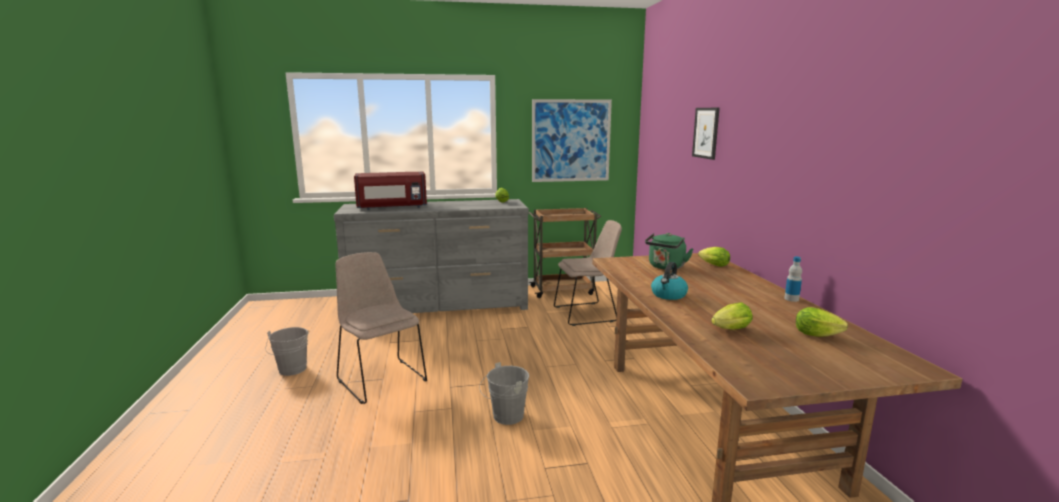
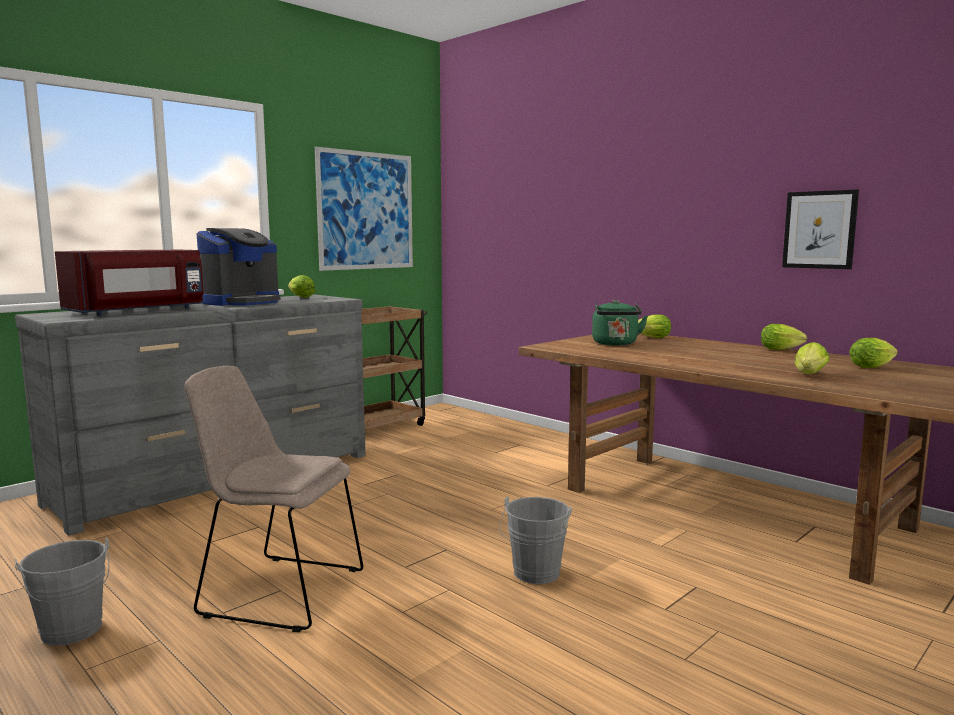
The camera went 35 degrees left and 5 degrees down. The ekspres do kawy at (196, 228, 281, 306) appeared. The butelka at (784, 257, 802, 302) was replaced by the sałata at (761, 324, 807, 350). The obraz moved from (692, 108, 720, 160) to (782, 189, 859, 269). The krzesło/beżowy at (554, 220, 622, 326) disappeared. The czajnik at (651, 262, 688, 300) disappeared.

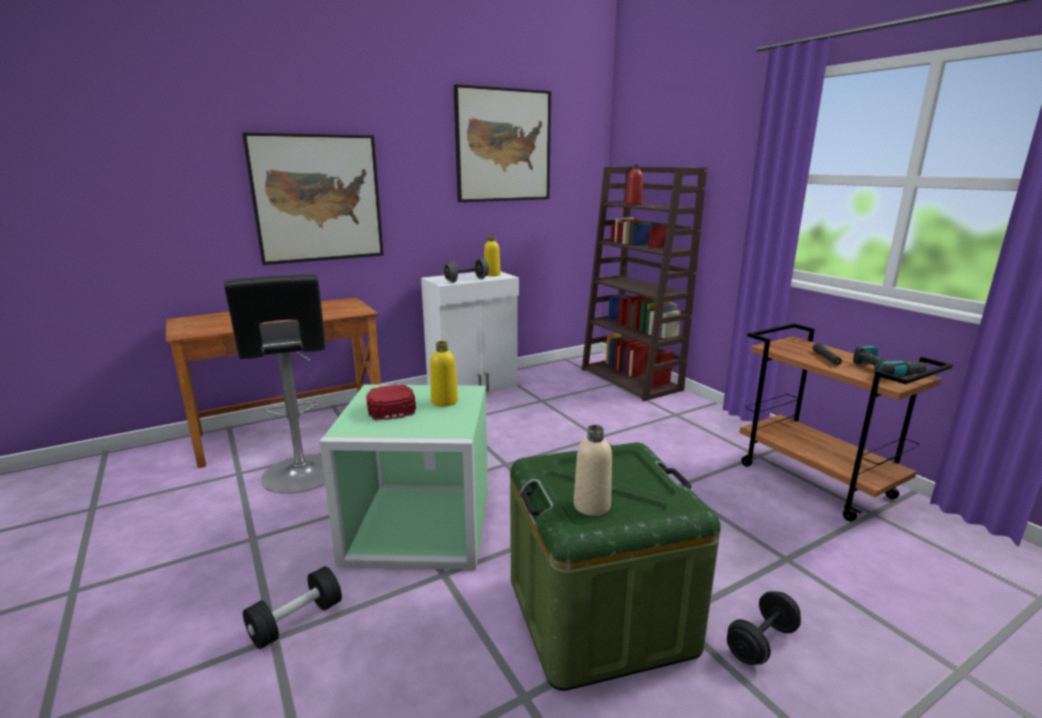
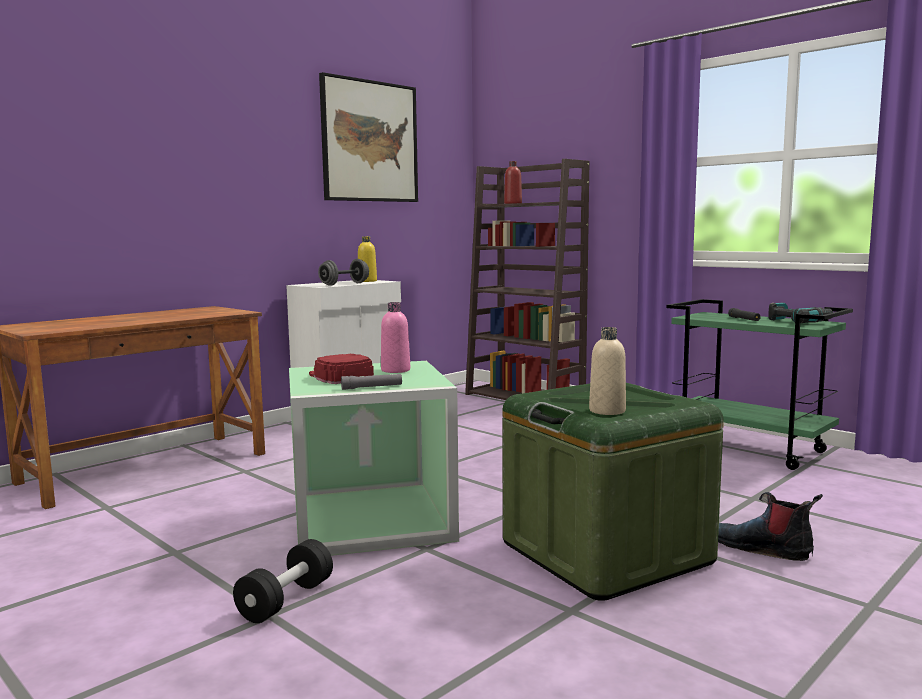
The camera went 15 degrees left and 10 degrees down. The latarka/szary at (341, 374, 402, 390) appeared. The butelka/żółty at (430, 341, 458, 407) became the butelka/różowy at (381, 302, 410, 373). The wózek/brązowy at (739, 323, 953, 522) became the wózek/zielony at (666, 299, 853, 470). The hantel/czarny at (727, 591, 801, 665) was replaced by the but z cholewką at (718, 492, 823, 561). The stołek/czarny at (224, 274, 325, 494) disappeared. The obraz at (242, 132, 384, 265) disappeared.

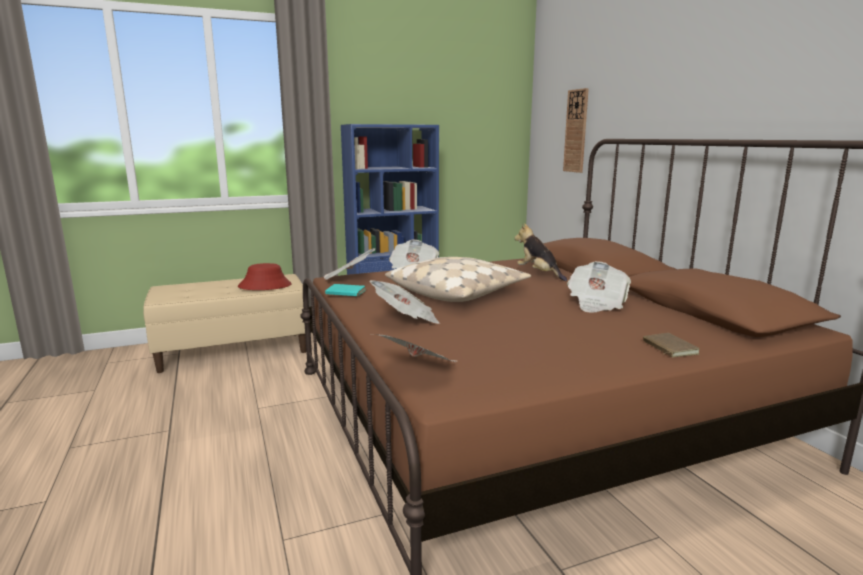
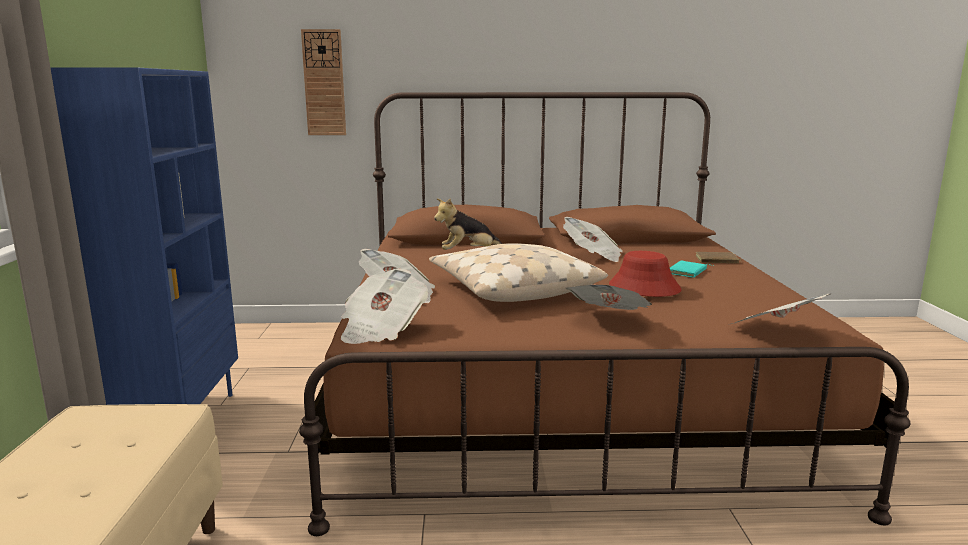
The camera went 70 degrees left and 0 degrees up. The kapelusz/czerwony moved from (238, 263, 292, 290) to (609, 251, 682, 297). The książka/turkusowy moved from (325, 284, 366, 296) to (670, 261, 715, 278).

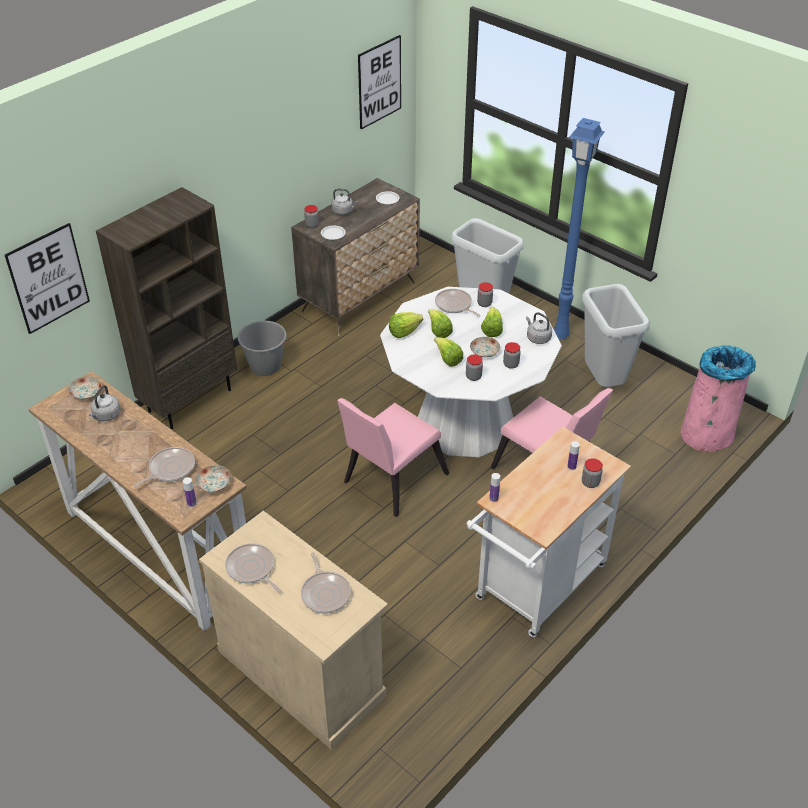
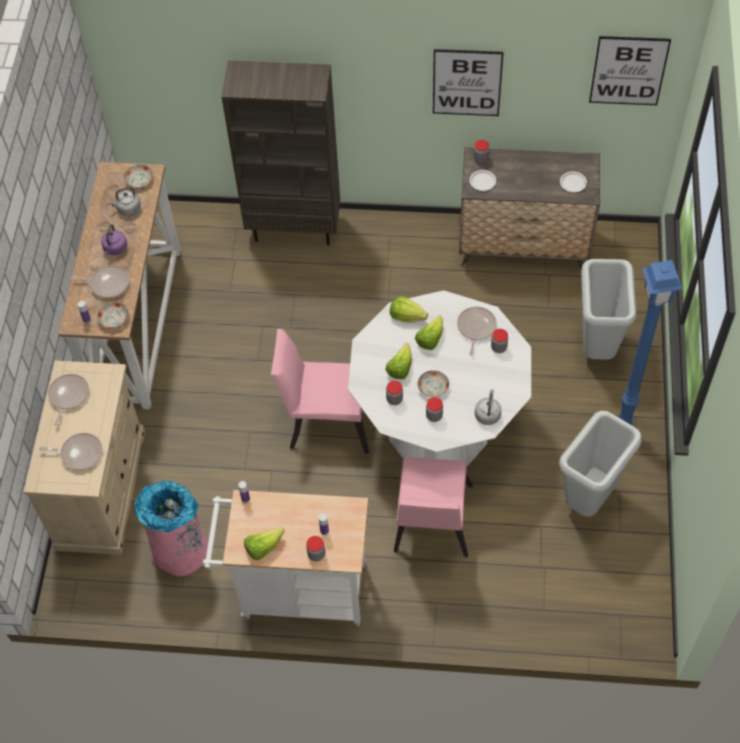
The camera went 55 degrees right and 15 degrees up. The patelnia at (301, 552, 351, 614) turned 120 degrees counterclockwise. The czajnik/fioletowy at (101, 224, 127, 255) appeared. The kosz na śmieci/różowy moved from (680, 345, 756, 452) to (134, 481, 208, 576). The sałata moved from (481, 307, 503, 337) to (244, 527, 284, 560). The obraz moved from (5, 223, 90, 334) to (433, 49, 504, 116). The wiadro/szary at (238, 321, 288, 376) disappeared. The czajnik/szary at (331, 189, 358, 215) disappeared.

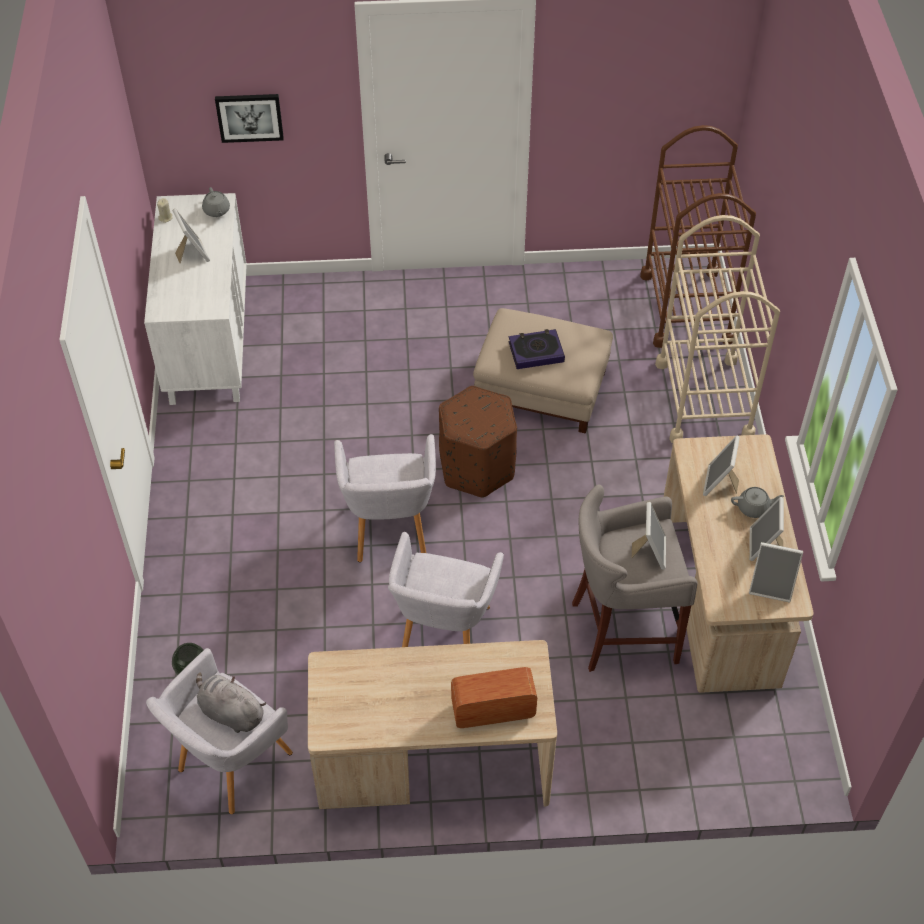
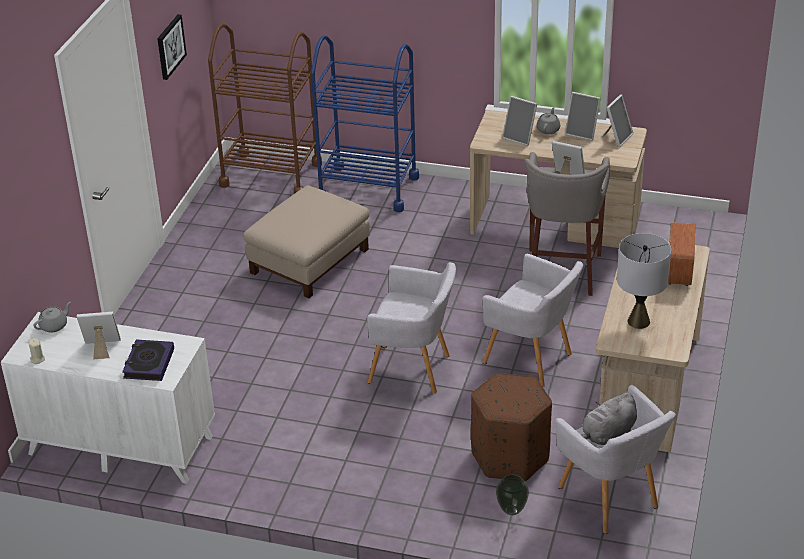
The camera went 70 degrees left and 15 degrees down. The imbryk/szary at (202, 187, 230, 217) turned 45 degrees counterclockwise. The książka moved from (508, 329, 565, 369) to (122, 340, 174, 381). The obraz moved from (215, 94, 284, 143) to (157, 14, 187, 80). The wózek/beżowy at (655, 215, 780, 443) became the wózek/niebieski at (311, 35, 419, 212). The pufa/brązowy moved from (439, 386, 517, 498) to (471, 373, 552, 481). The lampa stołowa/szary at (617, 233, 671, 329) appeared.

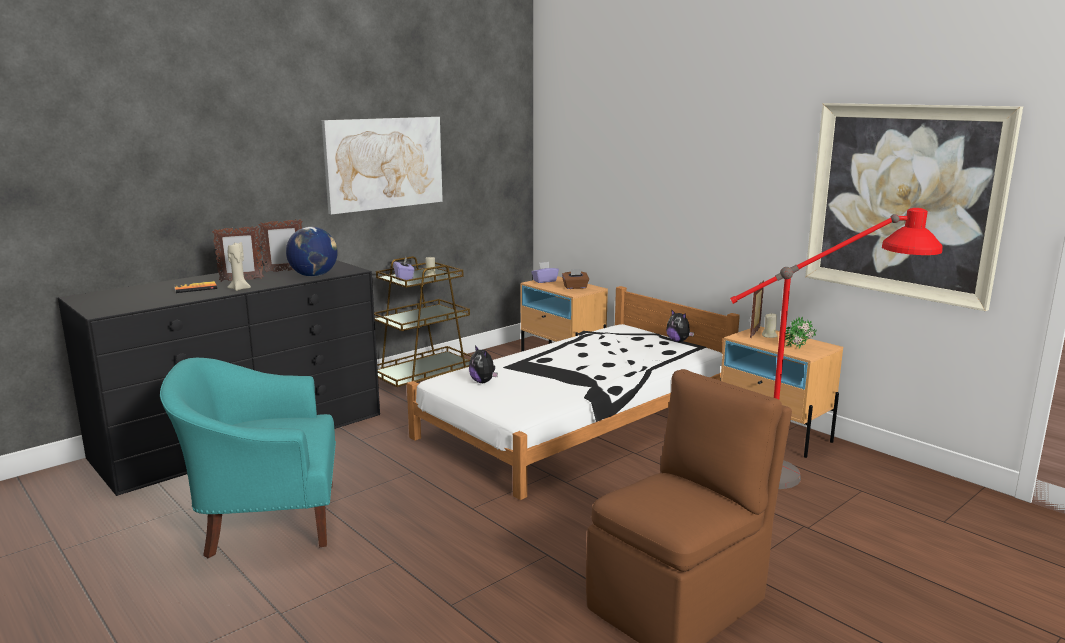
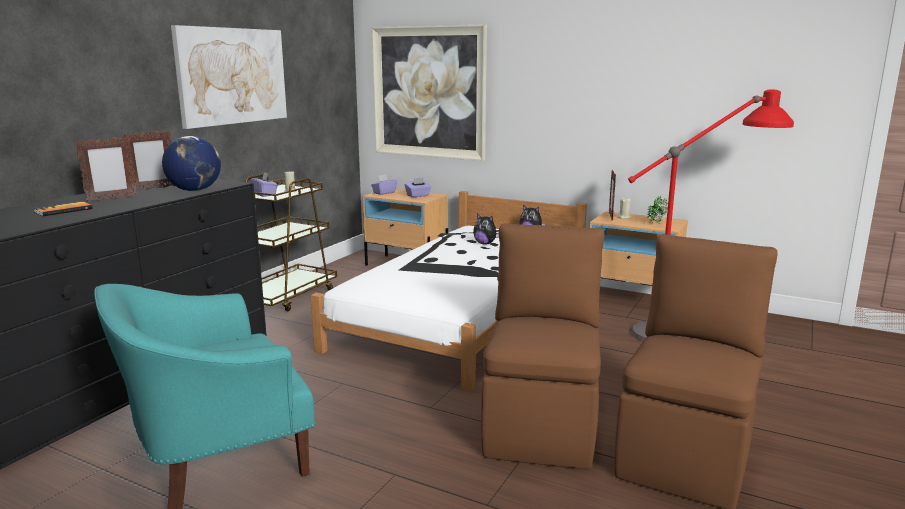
The camera went 20 degrees left and 0 degrees up. The obraz moved from (805, 103, 1023, 311) to (371, 24, 487, 161). The pudełko chusteczek/brązowy at (562, 269, 589, 289) became the pudełko chusteczek/fioletowy at (405, 178, 431, 197). The pluszak moved from (469, 345, 498, 383) to (473, 214, 499, 245). The krzesło/brązowy at (481, 223, 604, 469) appeared. The świeca/beżowy at (227, 242, 251, 291) disappeared.

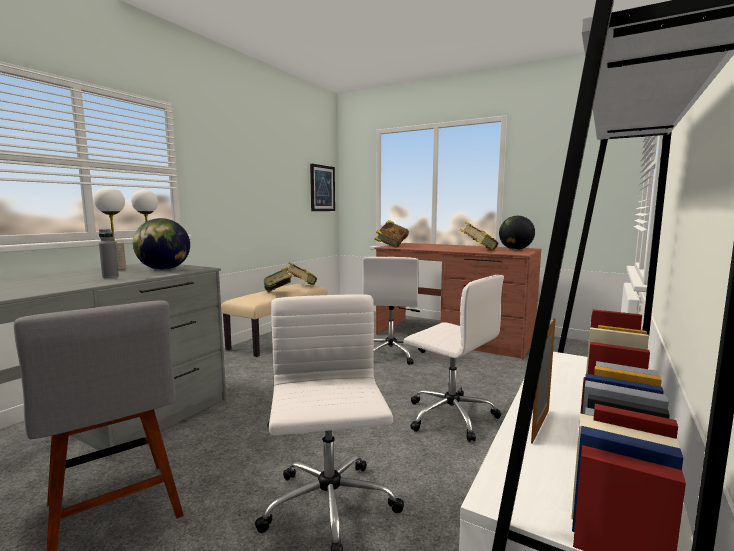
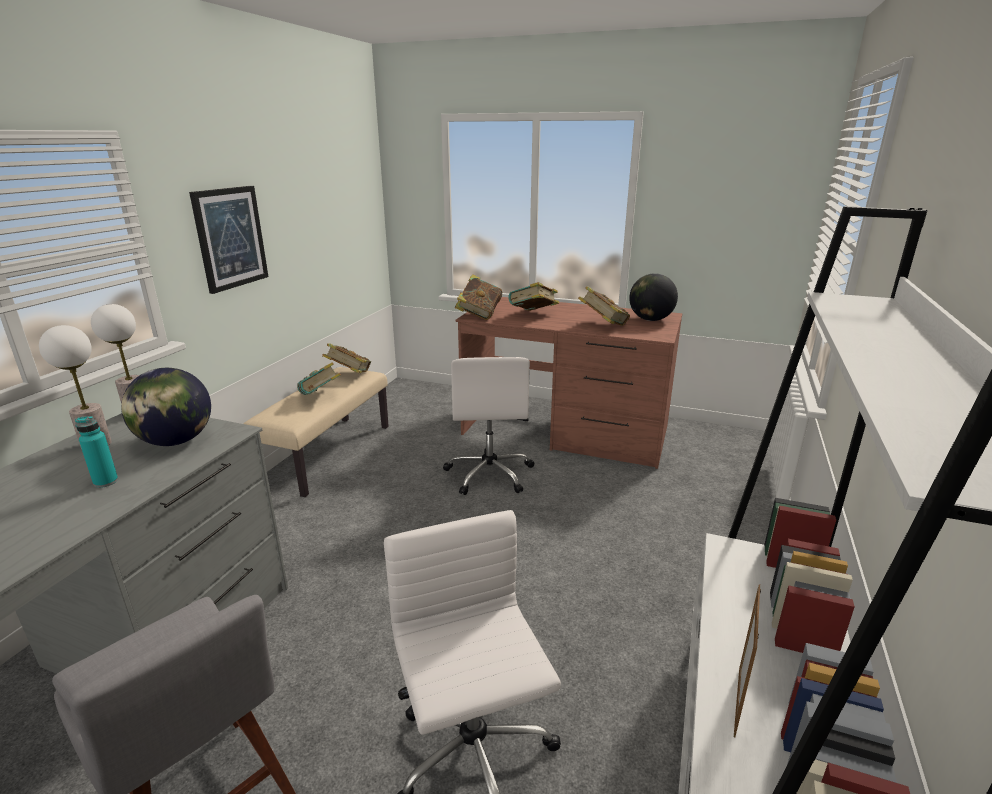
The camera went 10 degrees left and 15 degrees up. The butelka/szary at (99, 229, 119, 278) became the butelka/turkusowy at (75, 416, 118, 488). The obraz moved from (310, 164, 335, 211) to (189, 186, 268, 294). The książka at (508, 282, 559, 311) appeared. The krzesło biurowe/biały at (403, 275, 504, 442) disappeared.

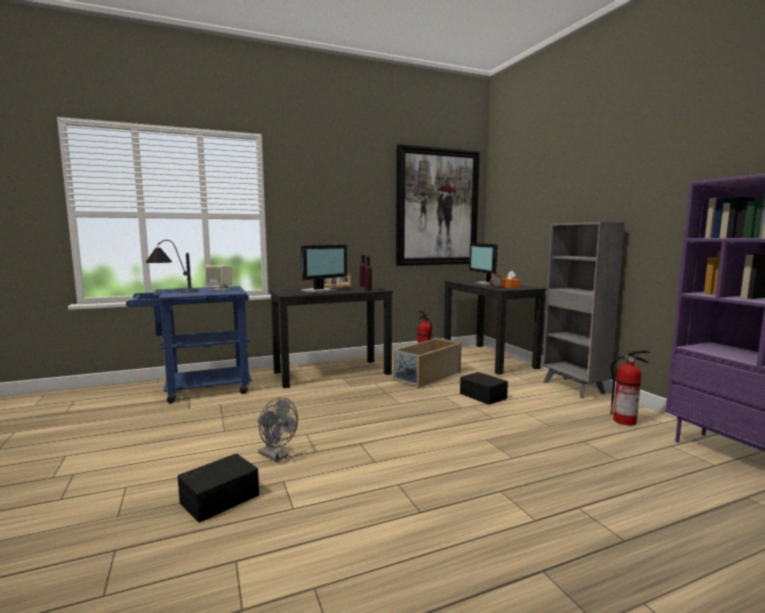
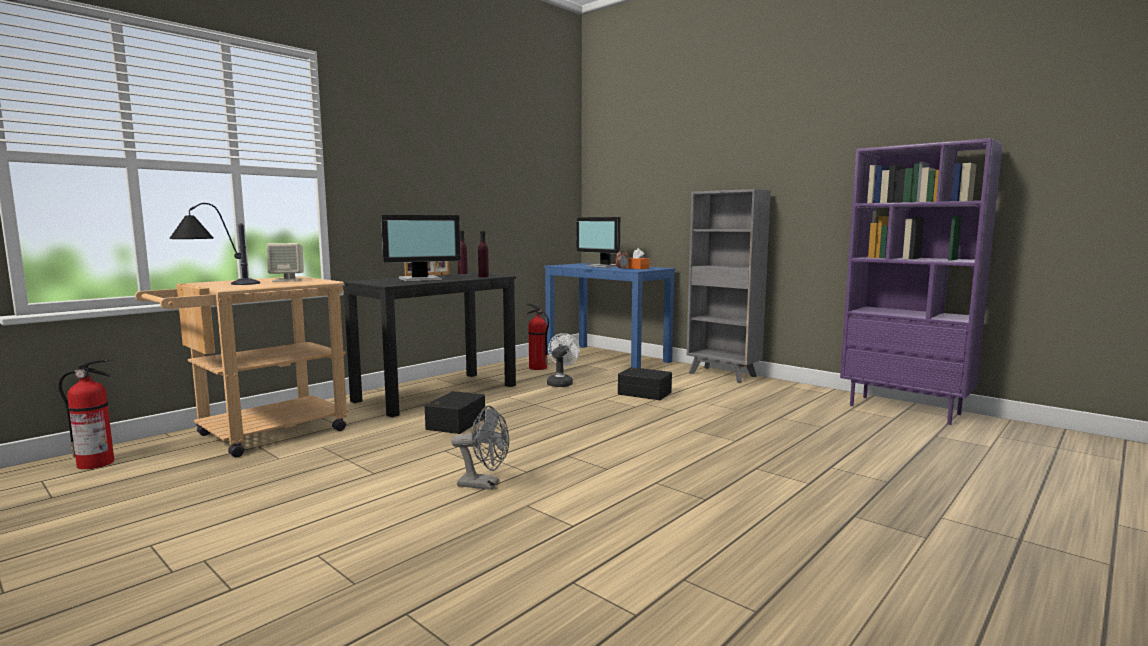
The camera went 25 degrees left and 0 degrees up. The gaśnica moved from (610, 350, 650, 425) to (58, 359, 114, 469). The wózek/niebieski at (126, 286, 252, 403) became the wózek/beżowy at (135, 276, 349, 458). The monitor at (301, 245, 347, 293) turned 45 degrees clockwise. The pojemnik do przechowywania/czarny moved from (178, 454, 259, 523) to (425, 391, 485, 434). The biurko/czarny at (444, 279, 546, 375) became the biurko/niebieski at (544, 263, 676, 368). The pojemnik do przechowywania/beżowy at (393, 337, 461, 388) was replaced by the wentylator/biały at (547, 333, 580, 387). The obraz at (396, 144, 480, 266) disappeared.

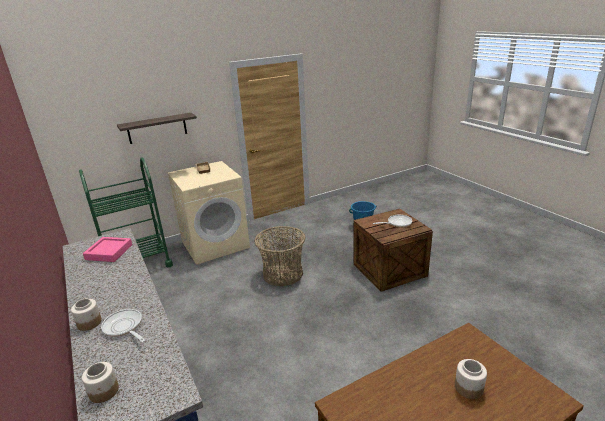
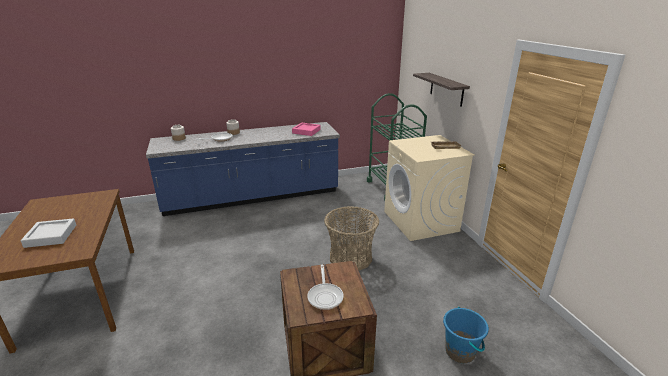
The camera went 100 degrees right and 0 degrees up. The słoik at (455, 359, 487, 399) was replaced by the taca/szary at (21, 218, 76, 248).

